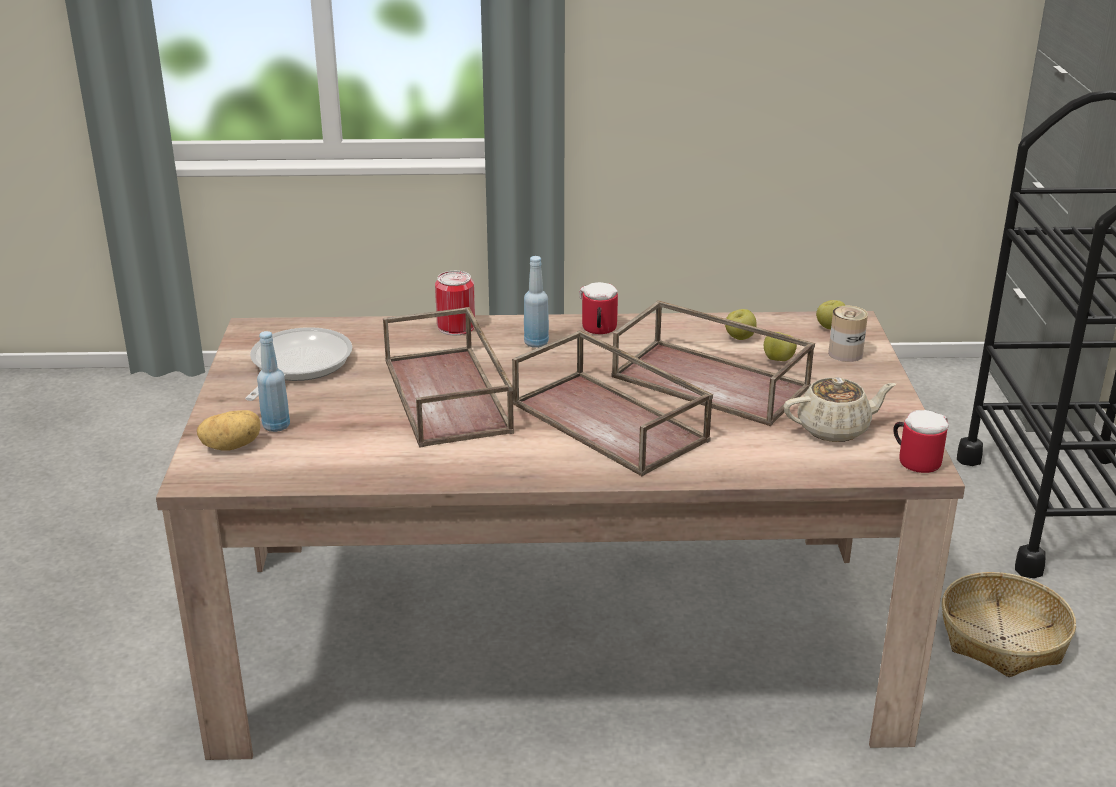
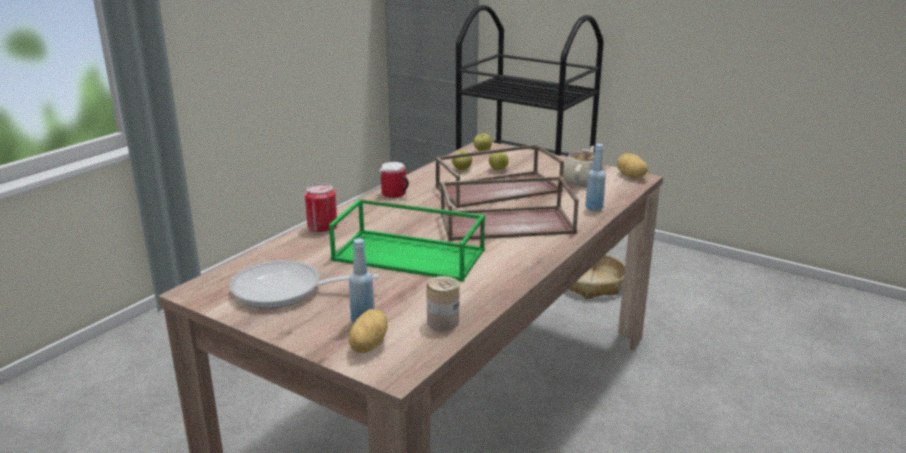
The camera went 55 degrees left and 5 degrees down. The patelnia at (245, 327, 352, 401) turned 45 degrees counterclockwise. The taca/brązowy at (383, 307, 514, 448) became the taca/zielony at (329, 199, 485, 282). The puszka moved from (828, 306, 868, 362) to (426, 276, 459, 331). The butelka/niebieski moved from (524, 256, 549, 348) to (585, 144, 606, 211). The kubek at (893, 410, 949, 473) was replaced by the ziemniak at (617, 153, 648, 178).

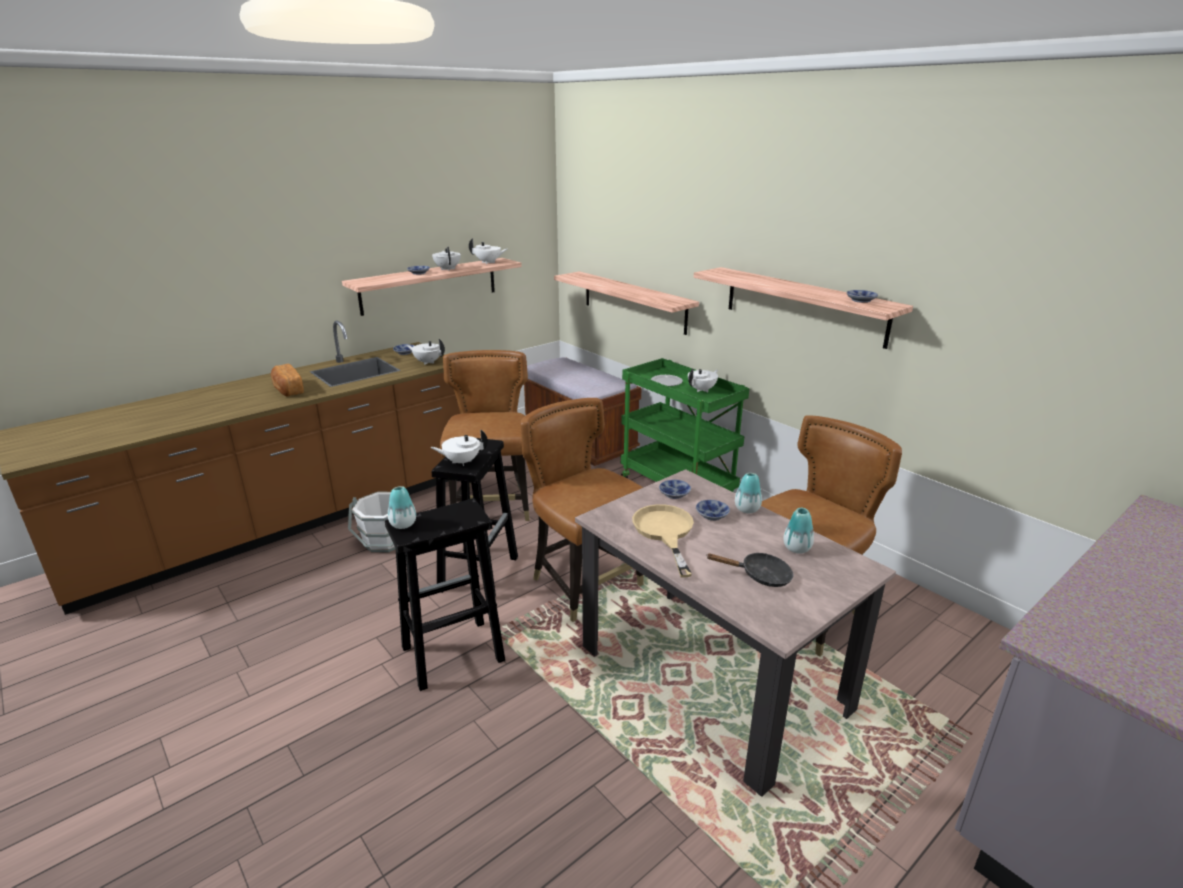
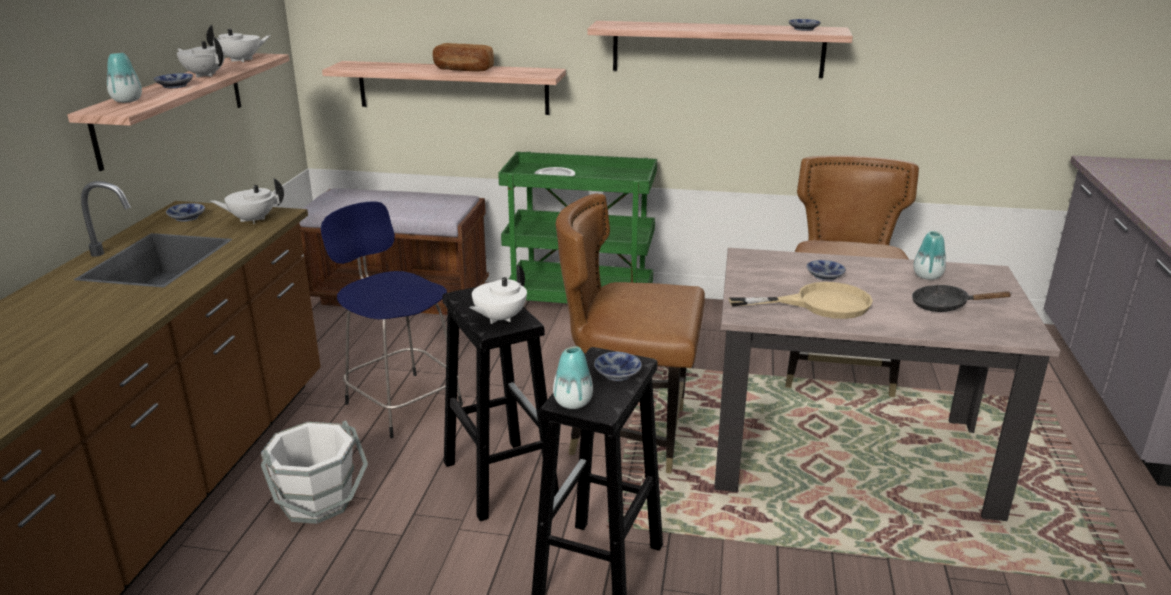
The camera went 40 degrees left and 0 degrees up. The wazon moved from (735, 473, 762, 513) to (107, 53, 142, 103). The krzesło/brązowy at (440, 350, 530, 521) was replaced by the stołek/niebieski at (321, 201, 463, 438). The chleb moved from (271, 363, 304, 397) to (433, 43, 494, 72). The miska moved from (659, 480, 691, 499) to (594, 352, 642, 381). The patelnia/beżowy at (632, 504, 694, 577) turned 135 degrees clockwise. The patelnia/czarny at (706, 553, 793, 587) turned 135 degrees counterclockwise. The imbryk/biały at (688, 368, 718, 392) disappeared.

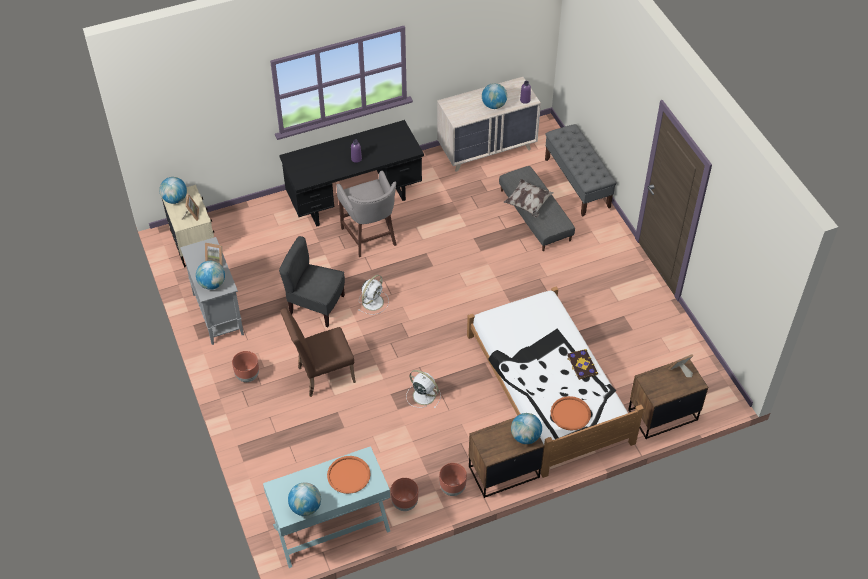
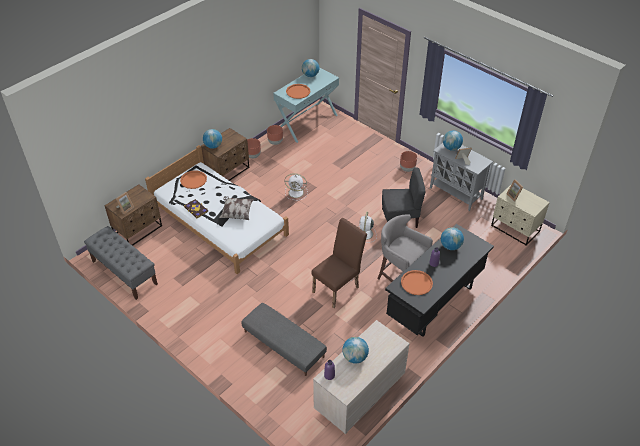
The camera went 155 degrees right and 5 degrees down. The ławka/szary moved from (545, 124, 617, 217) to (84, 226, 158, 300). The poduszka moved from (504, 179, 554, 217) to (219, 196, 254, 220). The krzesło/brązowy moved from (280, 308, 356, 397) to (312, 218, 367, 308). The taca/pomarańczowy at (401, 270, 433, 295) appeared. The globus moved from (159, 177, 187, 204) to (441, 227, 464, 250).

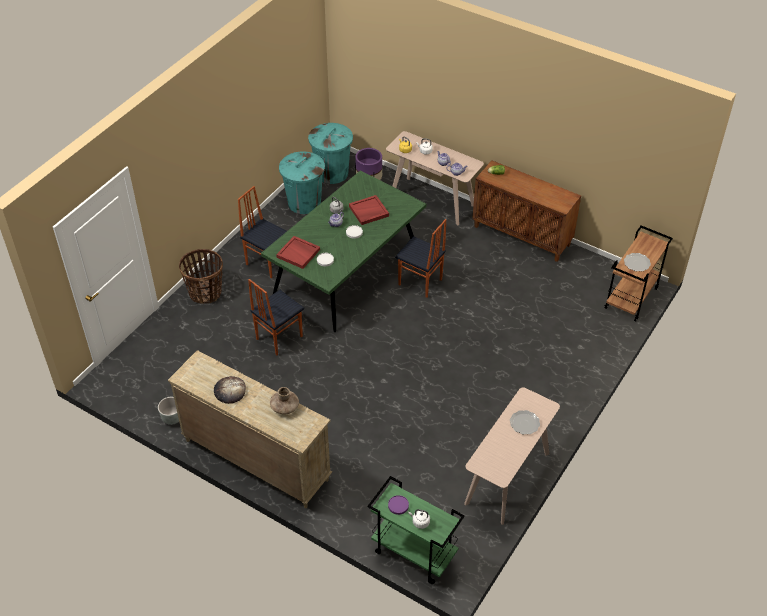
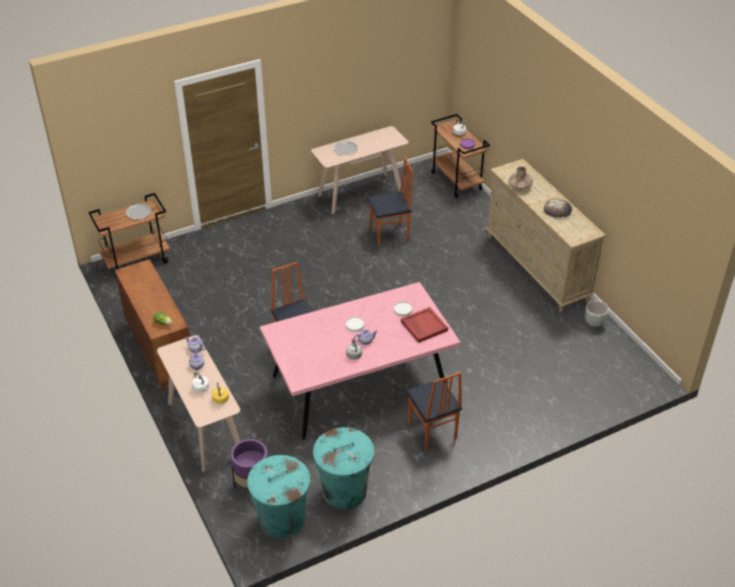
The camera went 150 degrees left and 5 degrees down. The stół jadalny/zielony at (261, 170, 426, 332) became the stół jadalny/różowy at (260, 282, 461, 440). The krzesło moved from (248, 279, 304, 355) to (367, 158, 413, 246). The wózek/zielony at (367, 476, 465, 584) became the wózek/brązowy at (431, 114, 490, 198). The koszyk at (179, 249, 223, 304) disappeared. The taca/czerwony at (349, 195, 389, 225) disappeared.

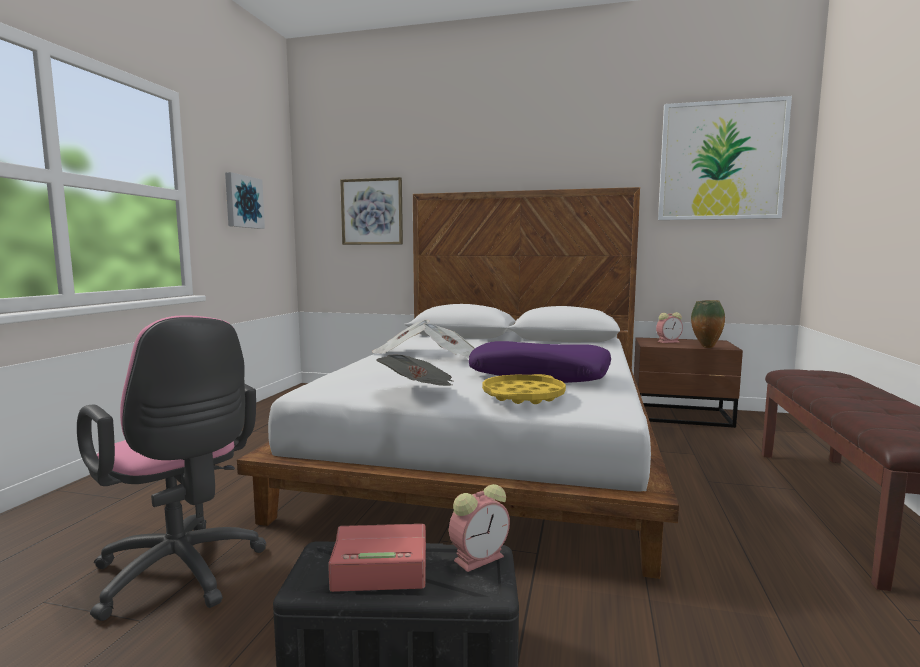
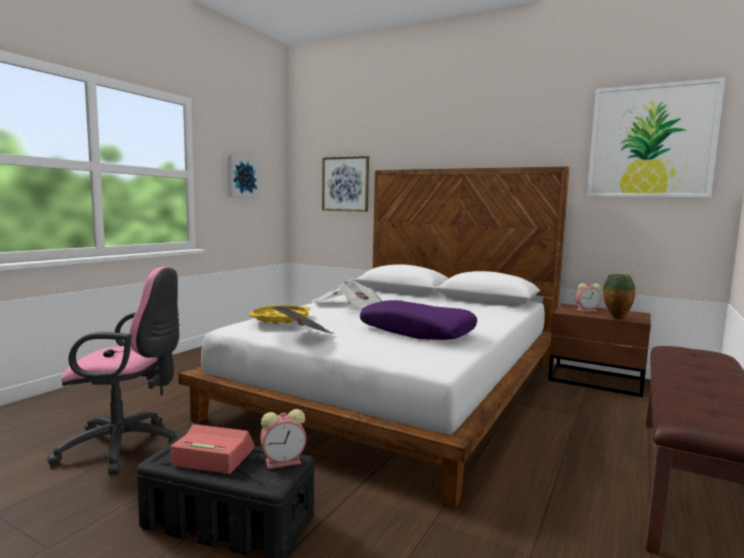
The camera went 15 degrees right and 0 degrees up. The krzesło biurowe/różowy at (77, 315, 267, 621) turned 60 degrees counterclockwise. The taca/żółty moved from (482, 374, 566, 404) to (249, 305, 311, 324).

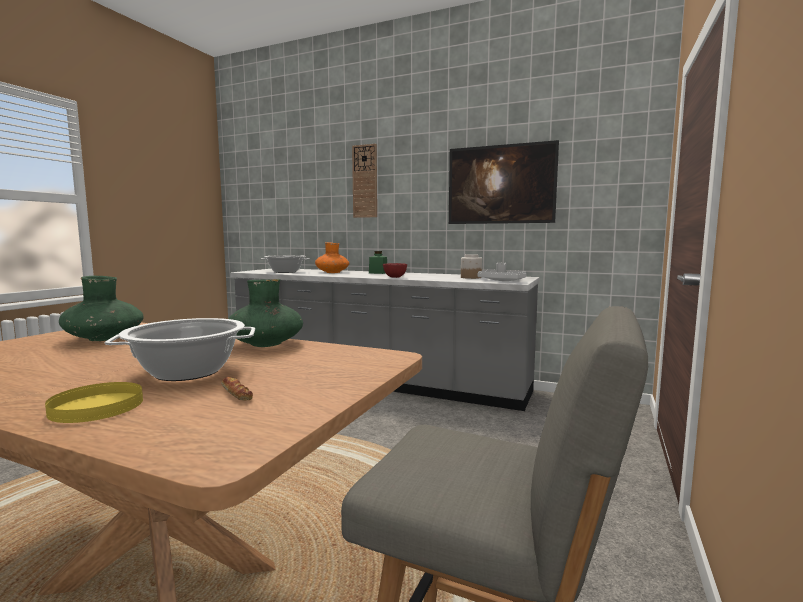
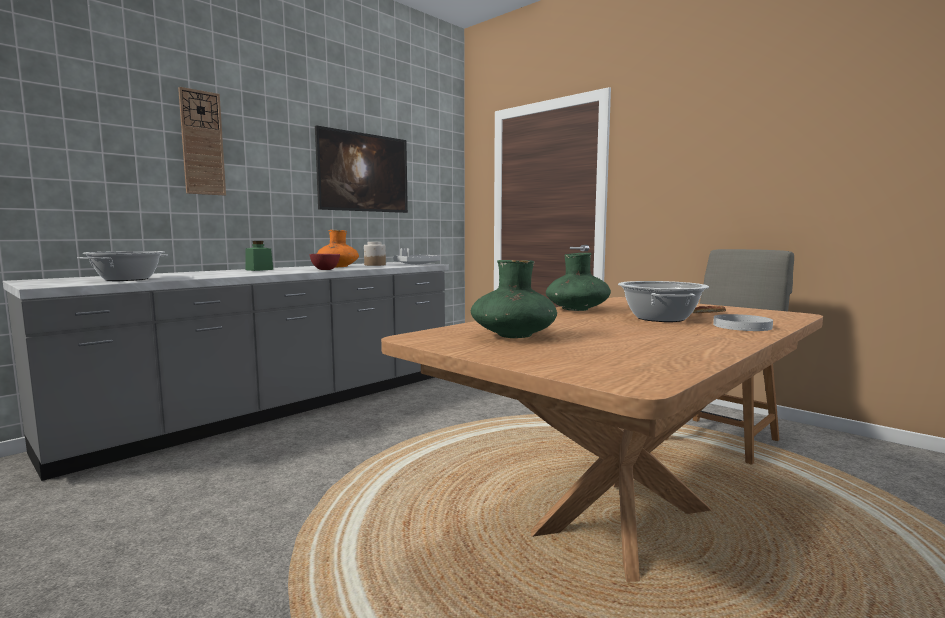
The camera went 70 degrees left and 0 degrees up. The wazon/pomarańczowy moved from (315, 242, 349, 273) to (317, 230, 359, 267). The talerz/żółty at (45, 382, 143, 423) became the talerz/biały at (713, 314, 773, 331).

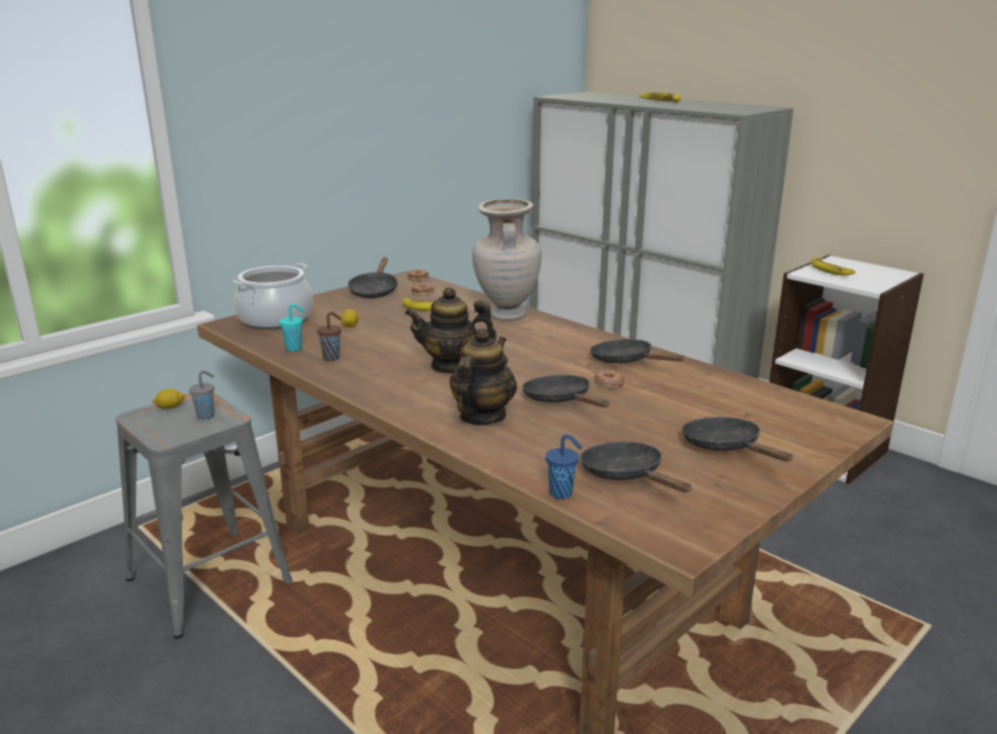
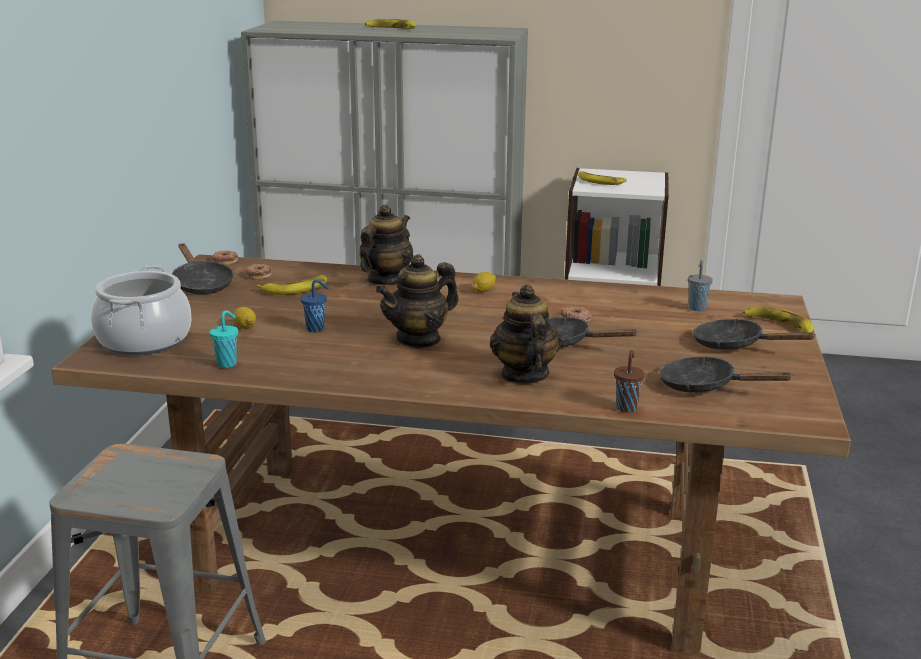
The camera went 35 degrees left and 0 degrees up. The filiżanka/niebieski moved from (546, 434, 583, 499) to (301, 280, 329, 332). The wazon/beżowy at (472, 199, 542, 321) was replaced by the imbryk at (360, 205, 413, 285). The cytryna moved from (152, 389, 185, 408) to (473, 272, 496, 293). The filiżanka/brązowy moved from (317, 312, 341, 361) to (614, 350, 645, 413). The filiżanka/szary moved from (189, 370, 214, 420) to (688, 260, 713, 311). The banan at (743, 306, 814, 333) appeared. The patelnia/czarny at (590, 339, 685, 363) disappeared.

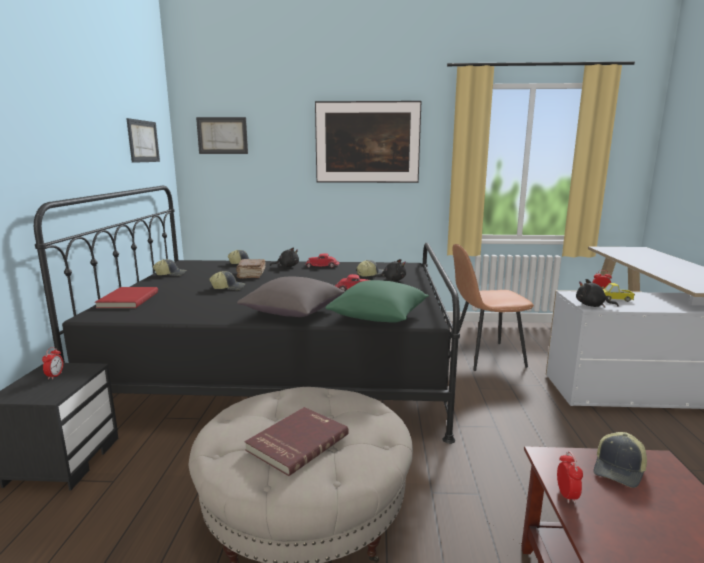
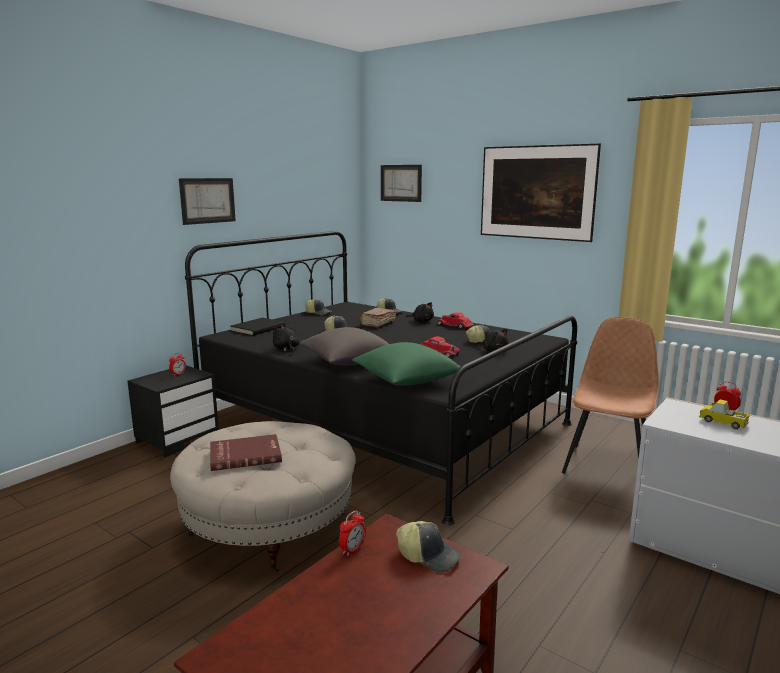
The camera went 35 degrees right and 0 degrees up. The obraz moved from (126, 118, 160, 163) to (179, 178, 236, 225). The książka/czerwony at (95, 287, 158, 308) became the książka/czarny at (230, 318, 285, 336). The pluszak/czarny moved from (576, 279, 619, 308) to (273, 325, 299, 353). The czapka z daszkiem at (593, 432, 647, 488) turned 135 degrees counterclockwise. The krzesło/brązowy at (452, 244, 534, 371) turned 90 degrees clockwise.

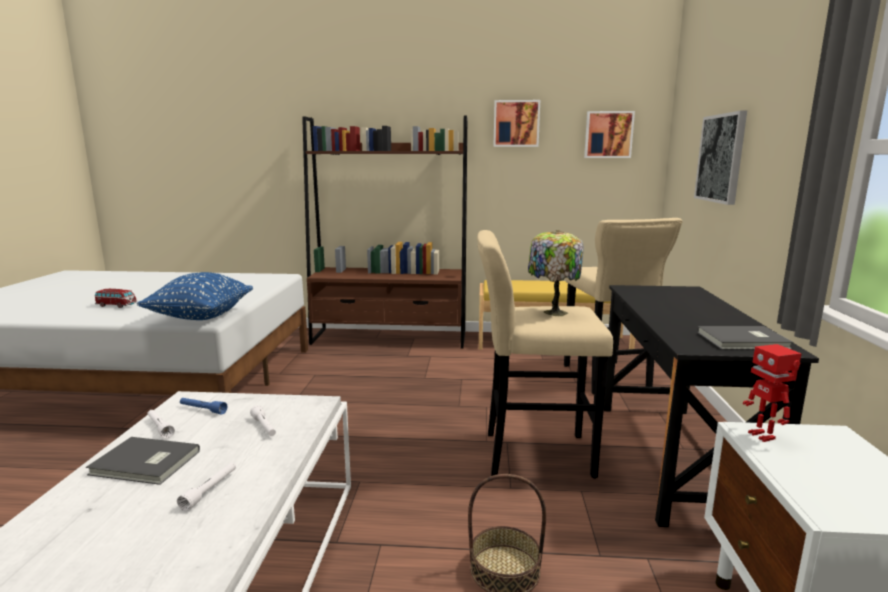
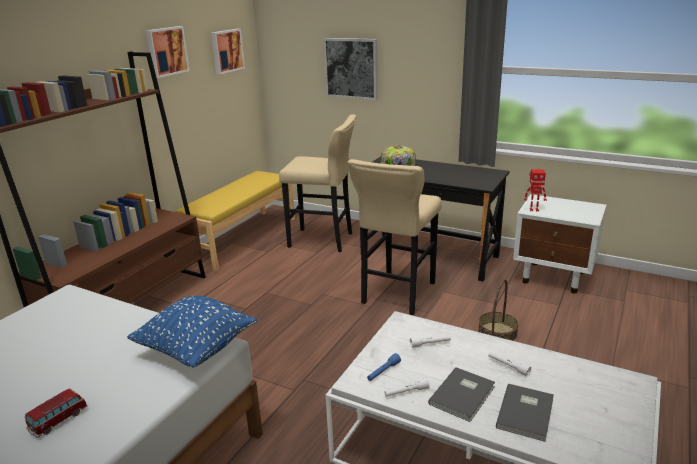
The camera went 65 degrees left and 10 degrees up. The książka/szary moved from (697, 326, 794, 350) to (496, 383, 554, 442).

